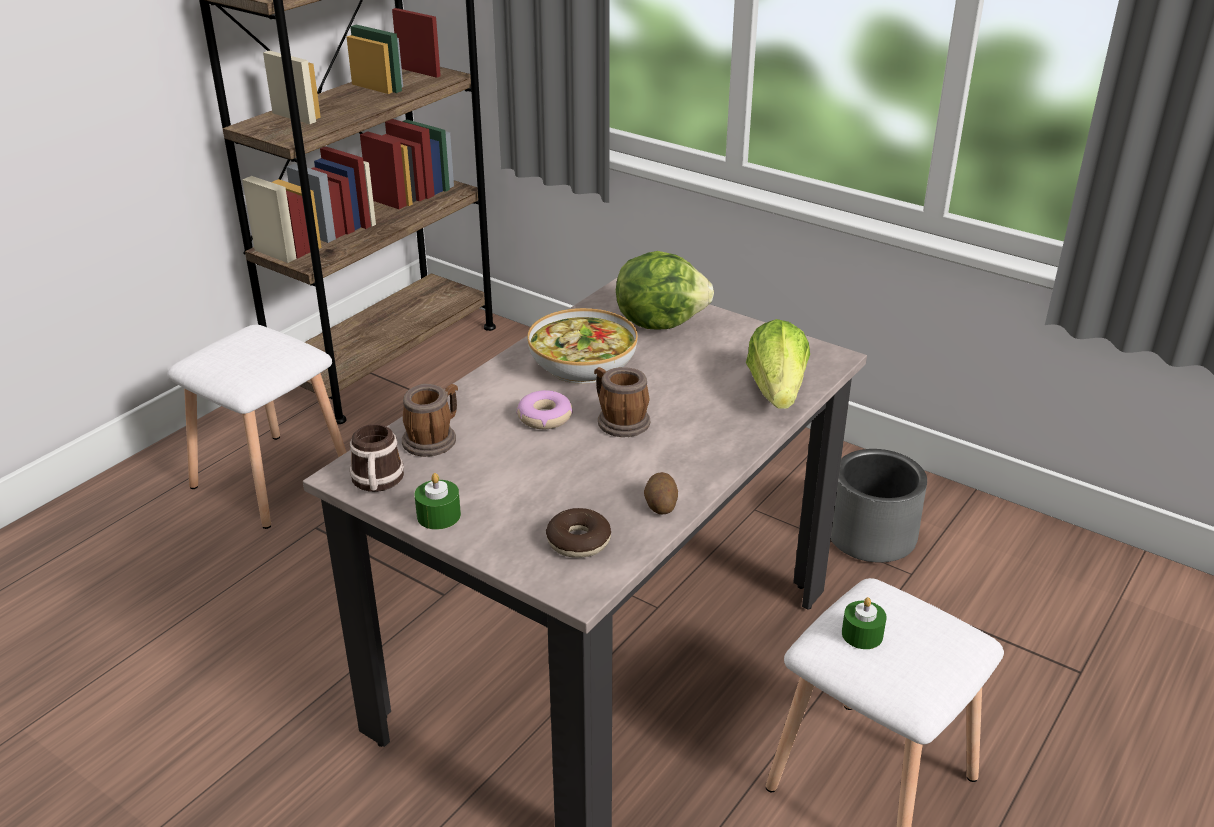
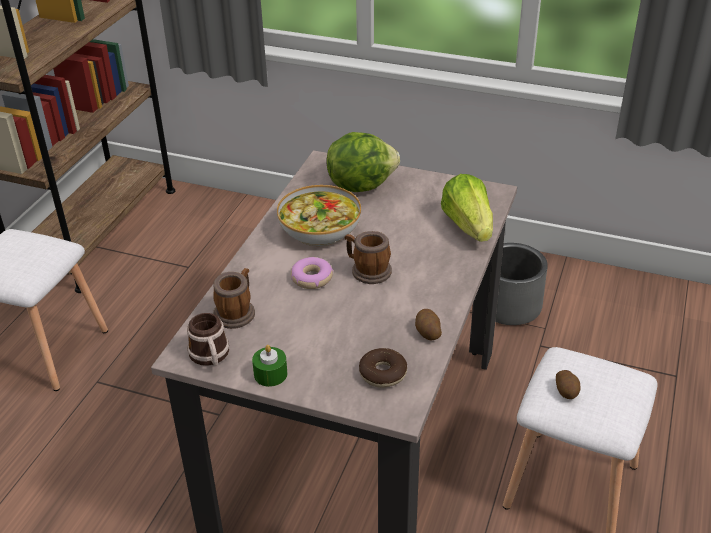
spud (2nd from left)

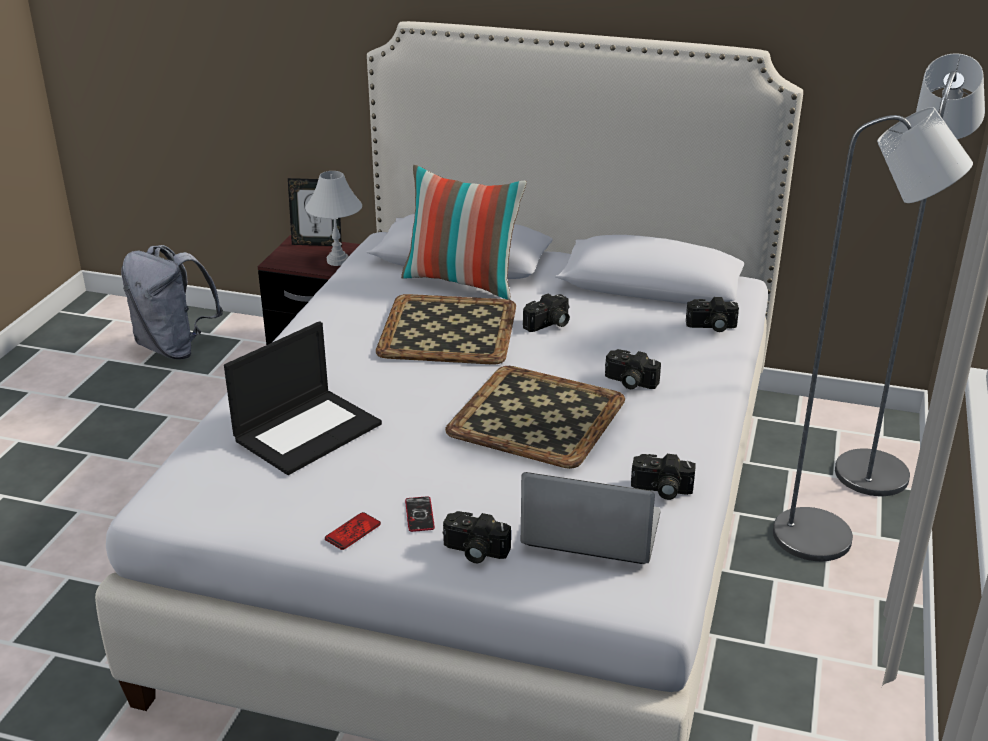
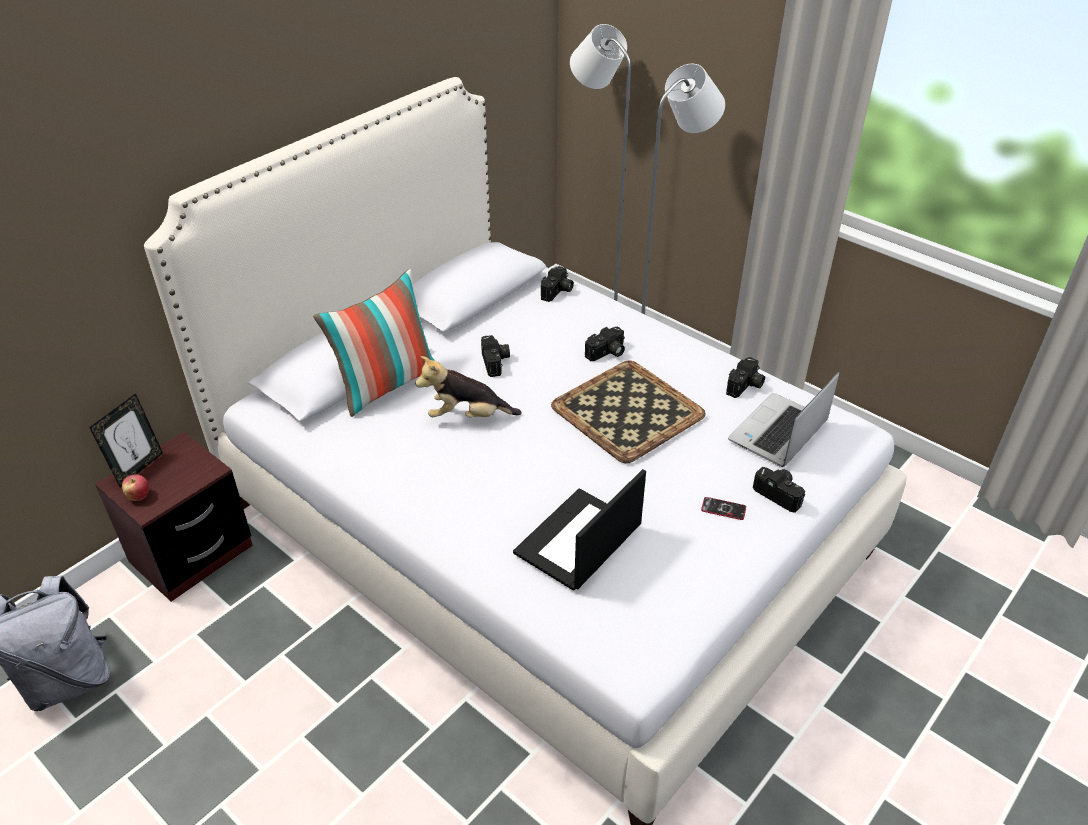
whole apple
plush toy
notebook computer (1st from left)
photo camera (5th from left)
table lamp/whitish
telephone (1st from left in the first image)

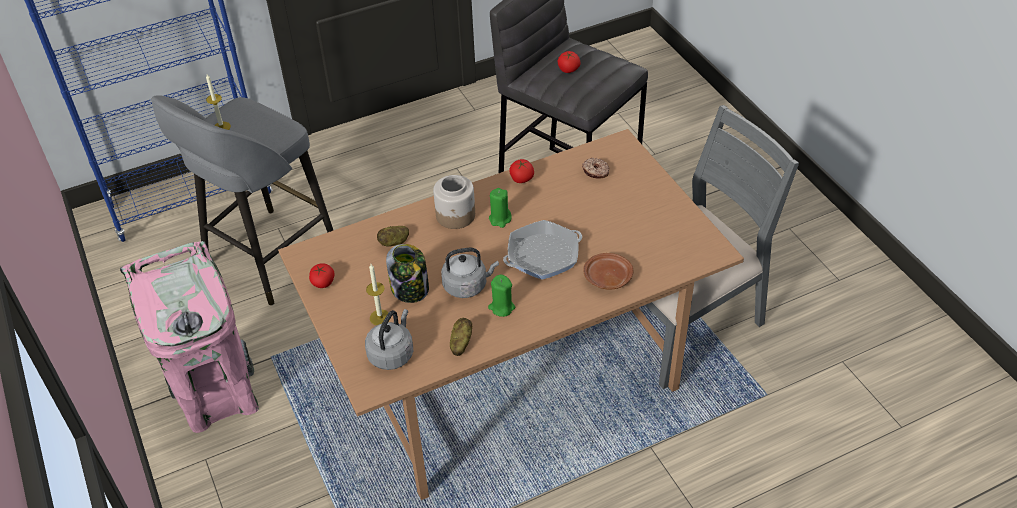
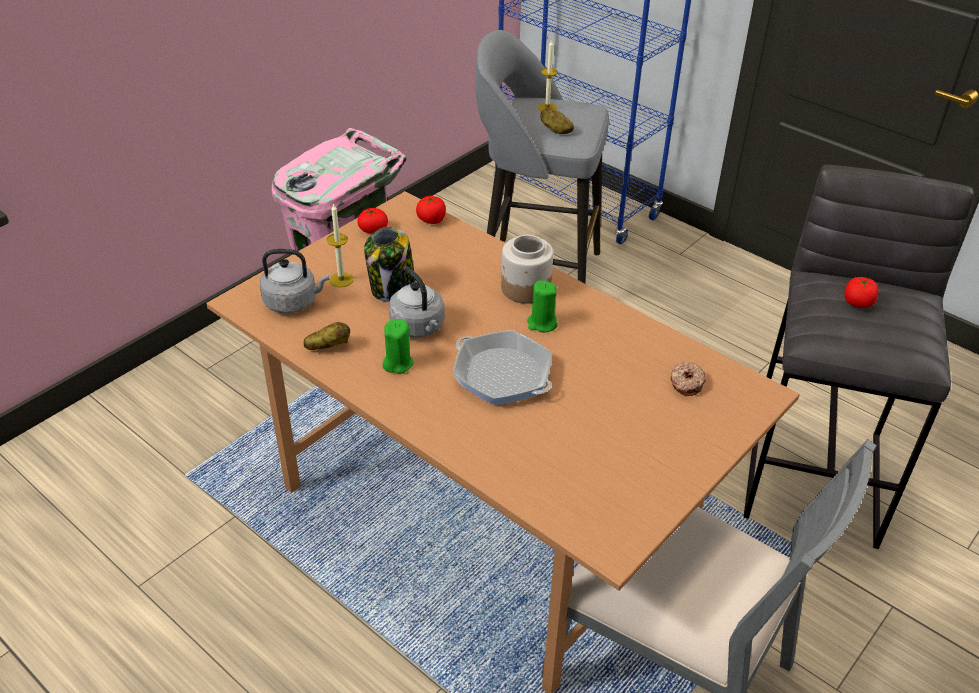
whole tomato (2nd from left)
spud (2nd from left)
plate/brownish

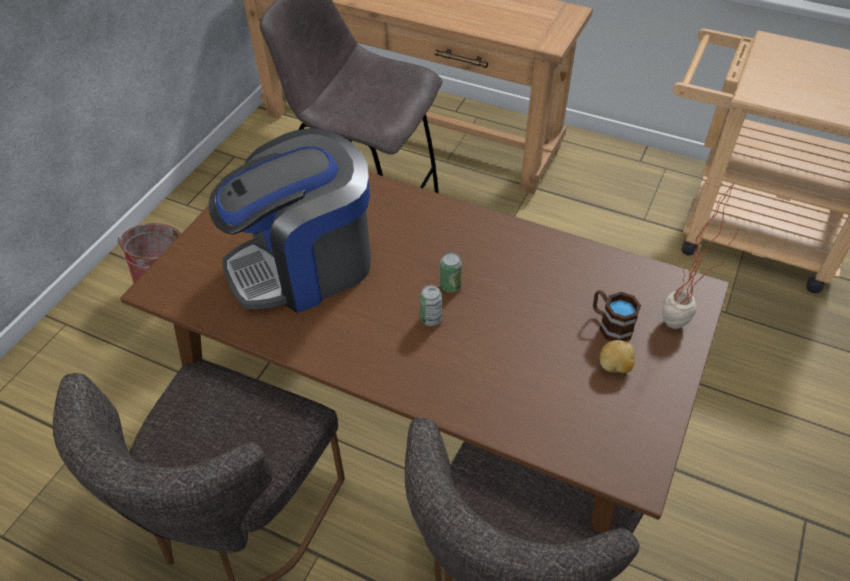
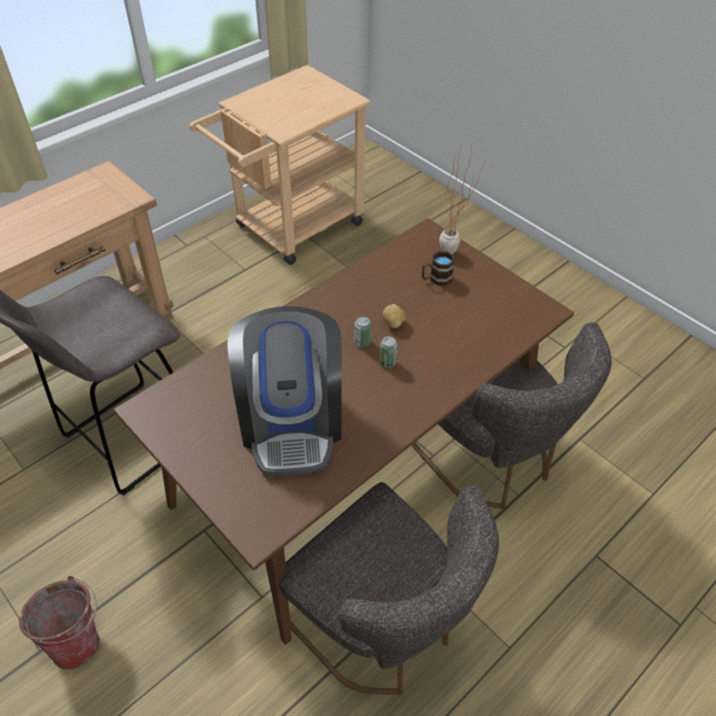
spud

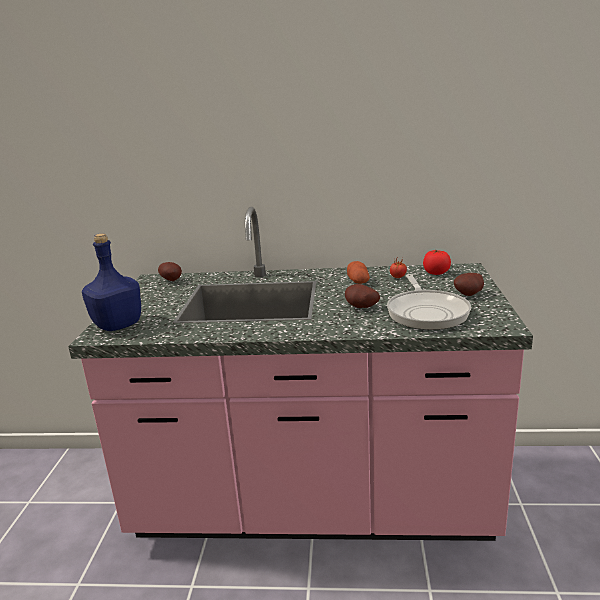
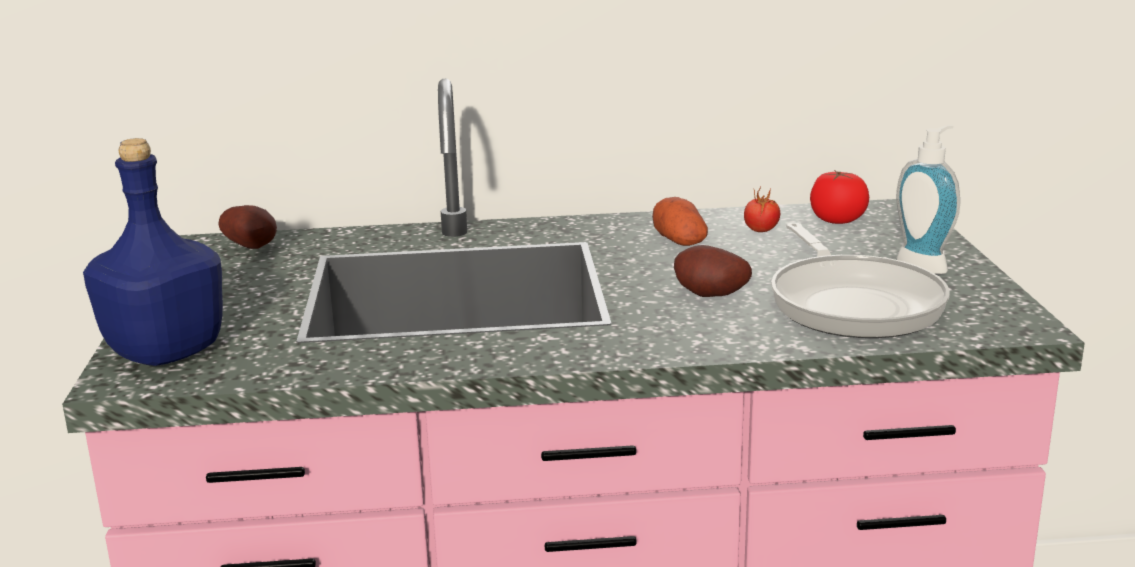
soap bottle

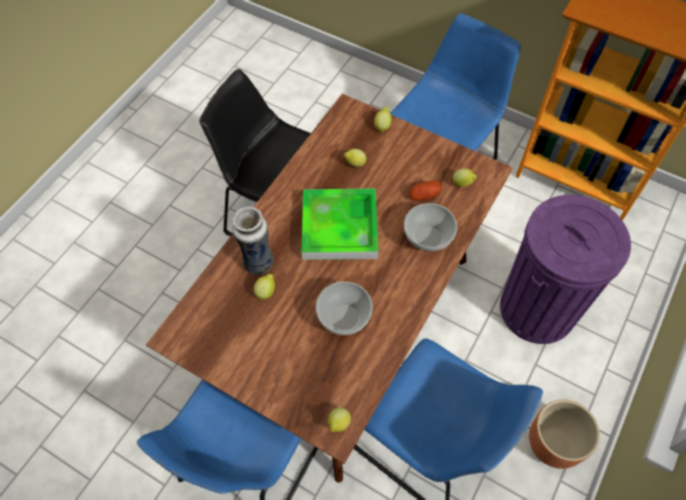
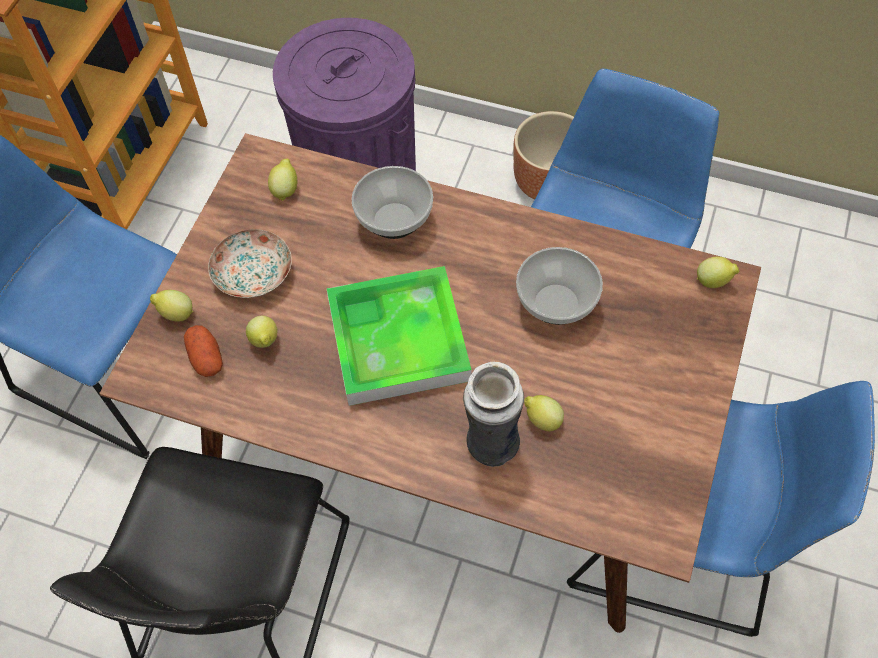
spud
plate

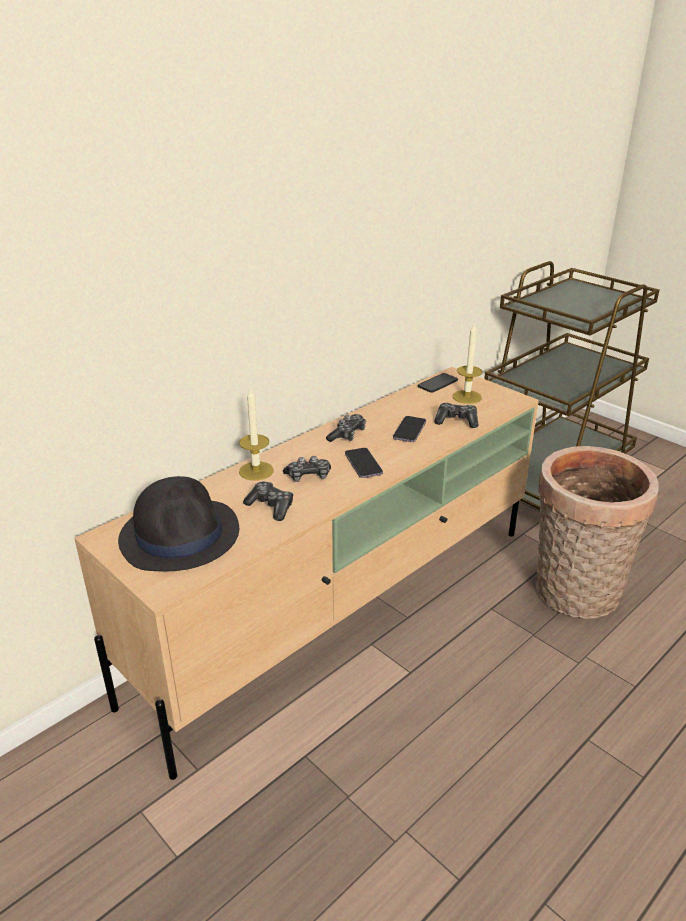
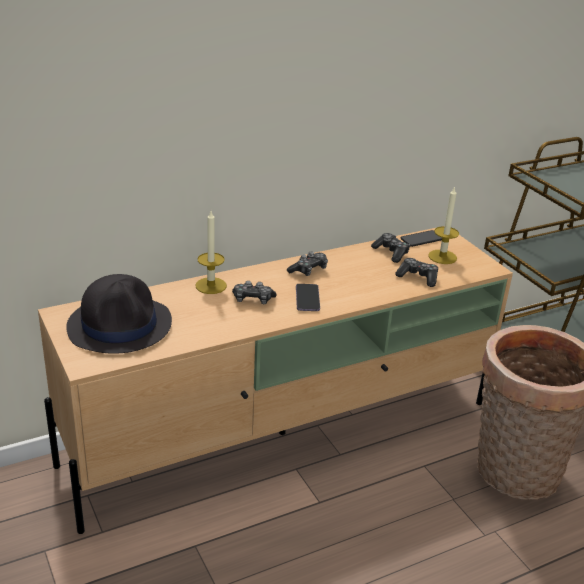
game controller (3rd from left)
telephone (2nd from left in the first image)

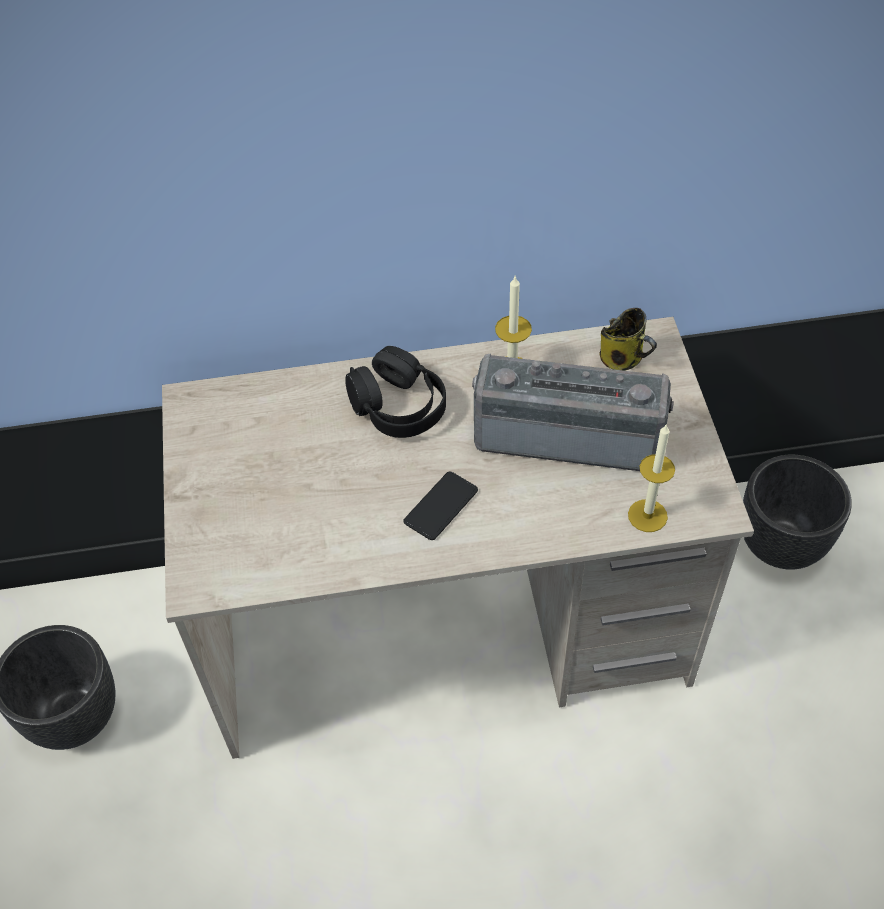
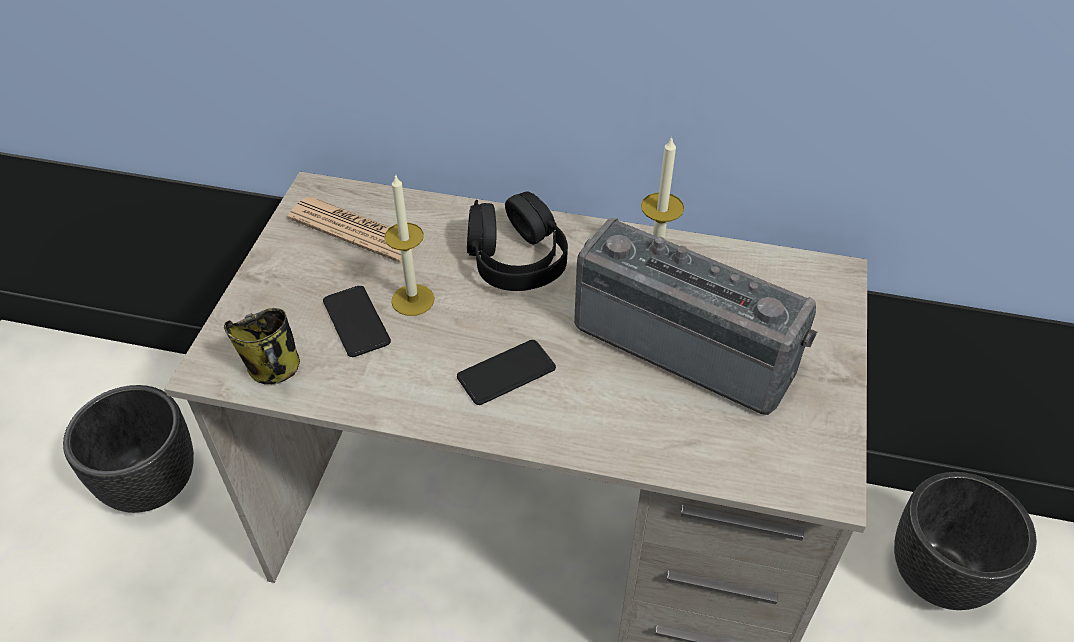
mug
printed paper
telephone (1st from left)
wax candle (1st from left)

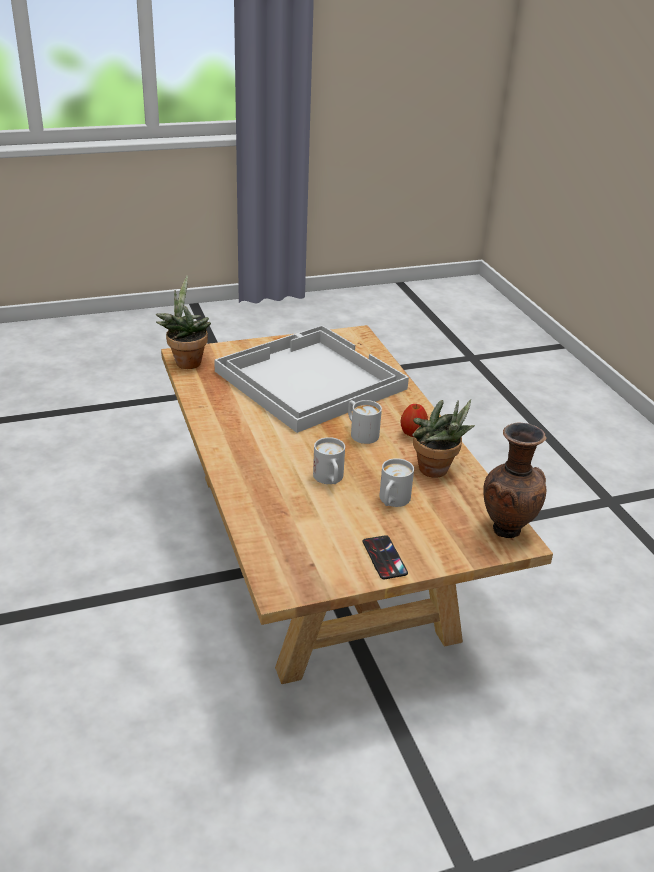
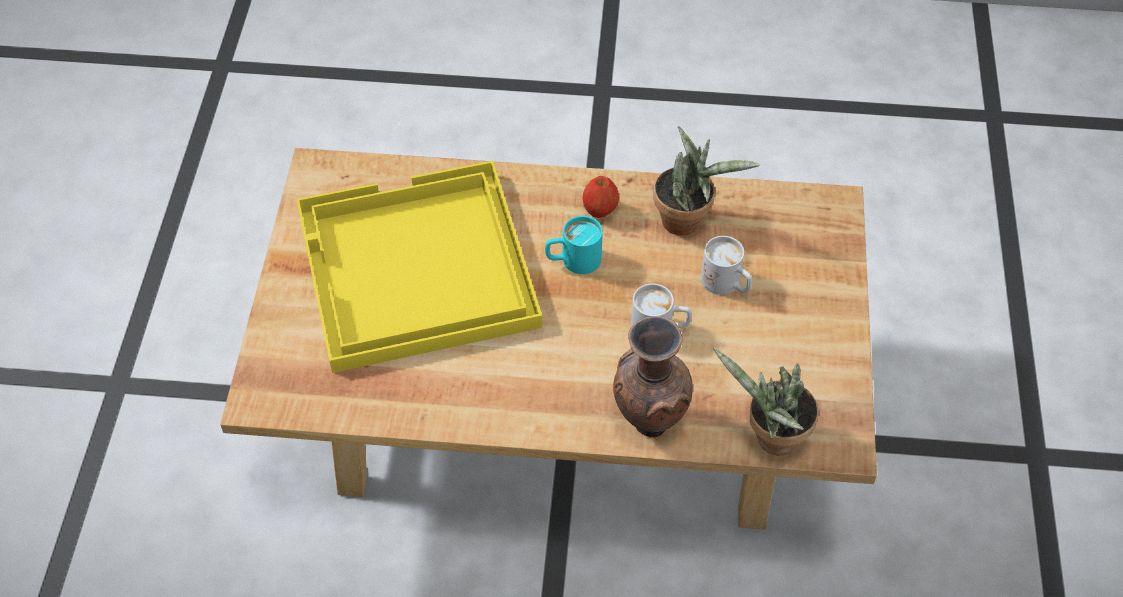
serving tray/yellow-coloured
mug/blue-green
vase/brownish
plant in a pot (2nd from left)
telephone

